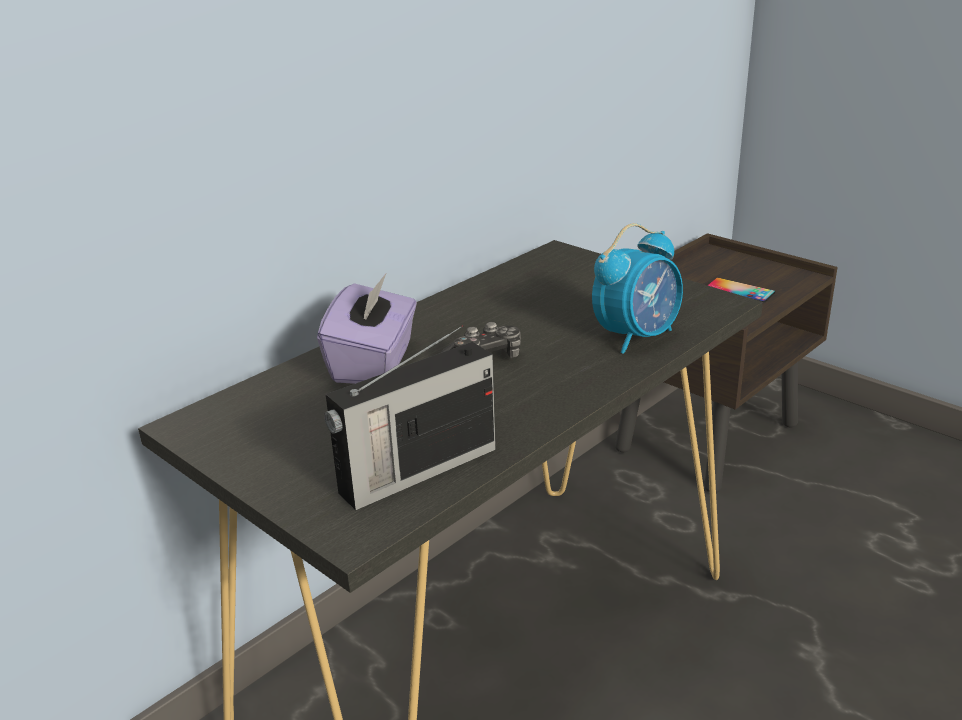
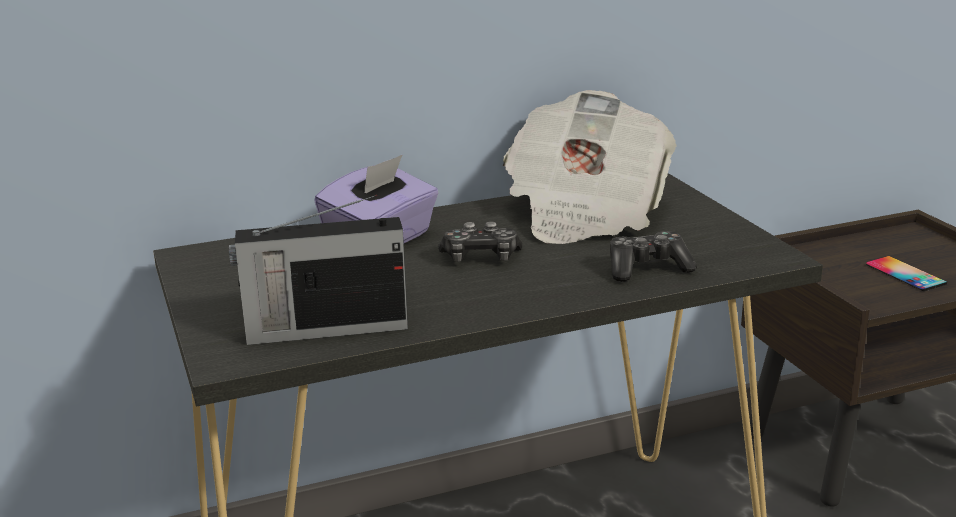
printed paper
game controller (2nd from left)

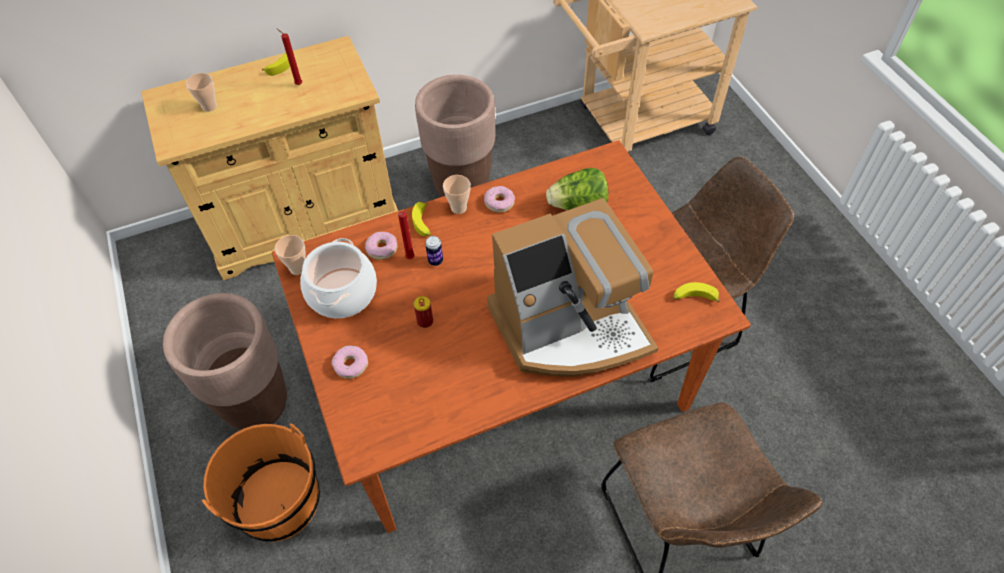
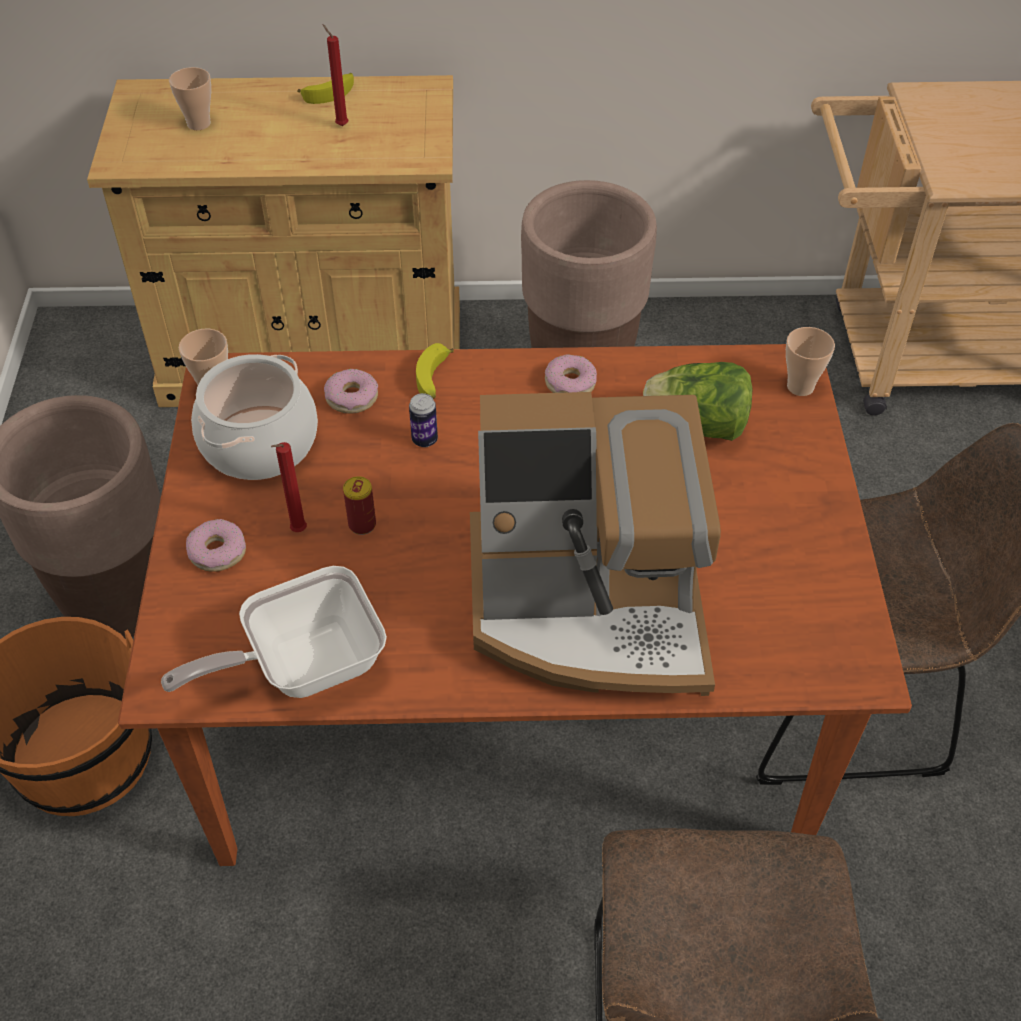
skillet
wax candle/reddish (1st from left)
drinking cup (3rd from left)
banana fruit (3rd from left in the first image)

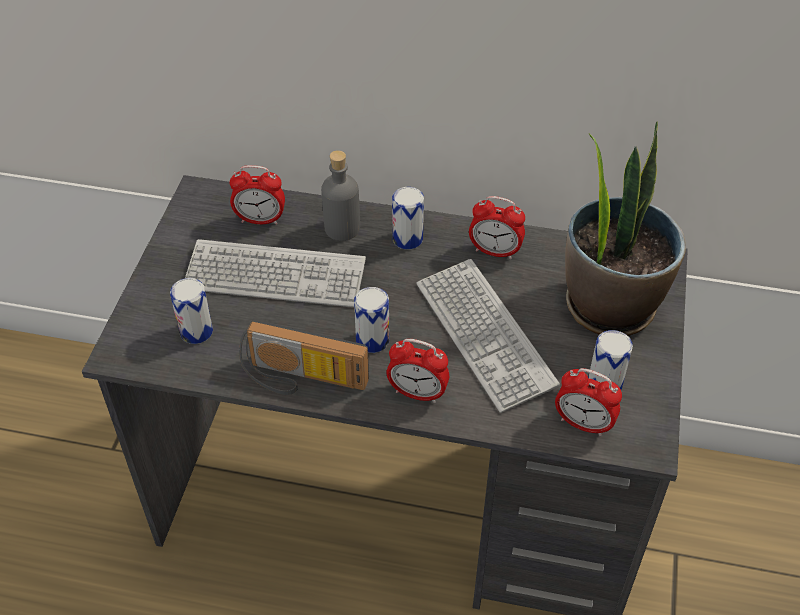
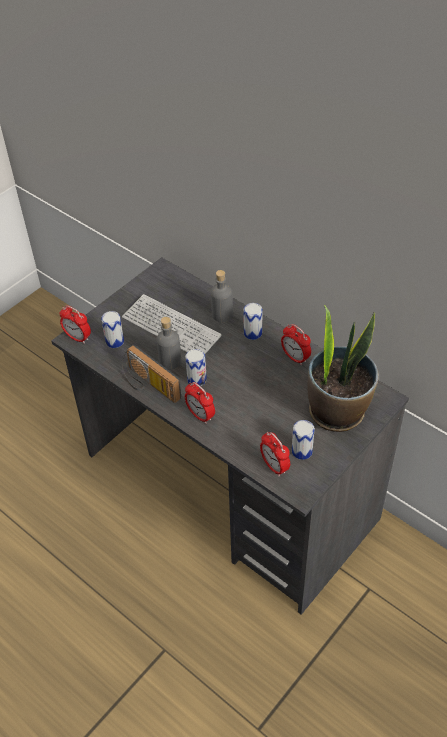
alarm clock (1st from left)
drink bottle/grey (1st from left)
keyboard (2nd from left in the first image)

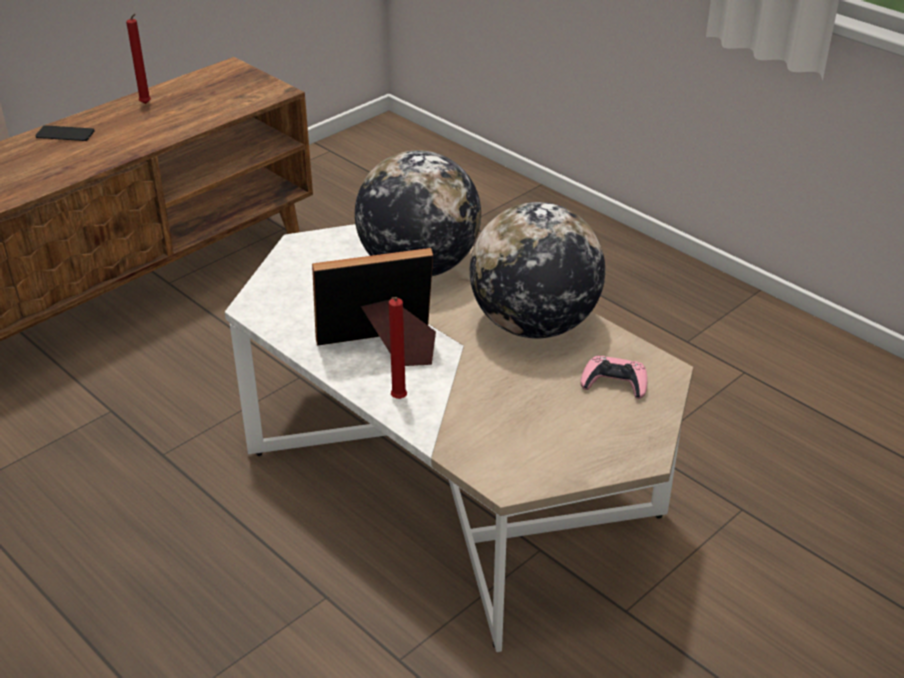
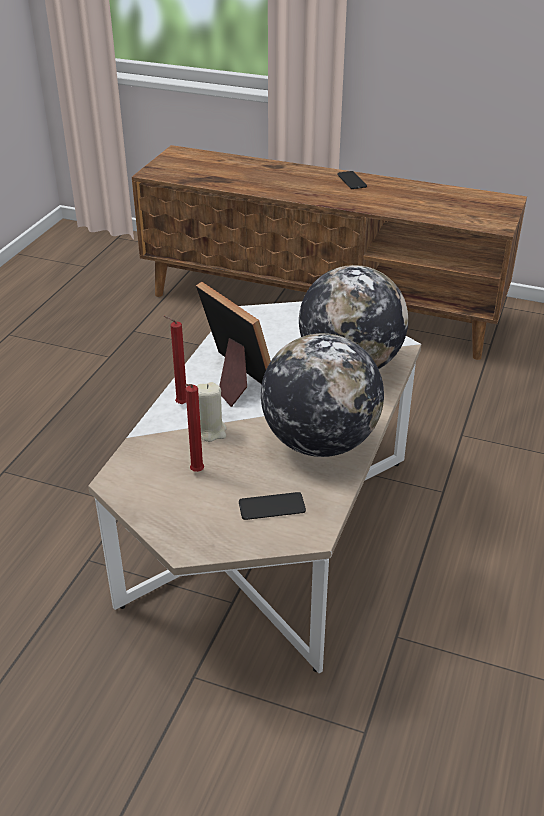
wax candle/reddish (2nd from left)
wax candle/beige-coloured
telephone (1st from left)

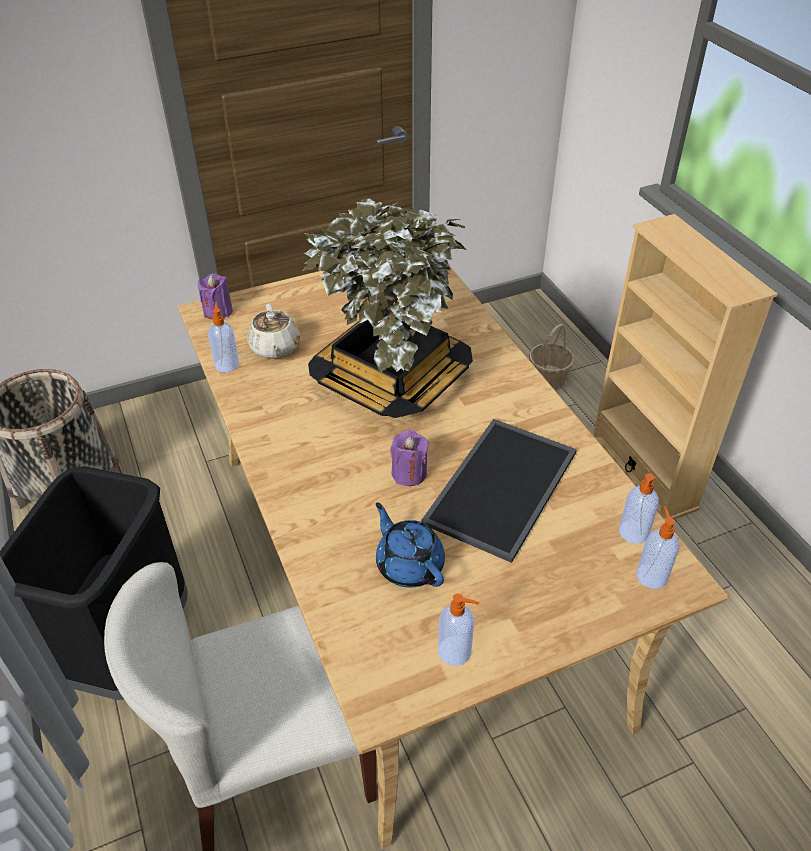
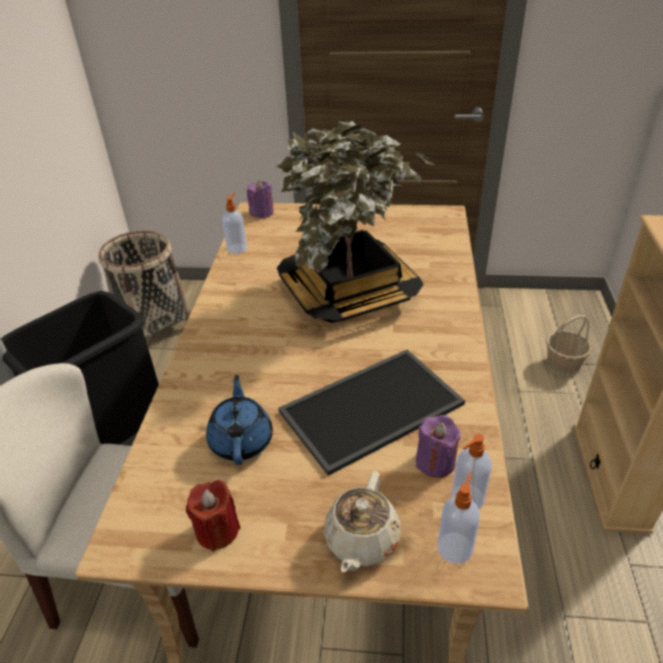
wax candle/reddish
teapot/beige-coloured
wax candle/purplish (2nd from left)

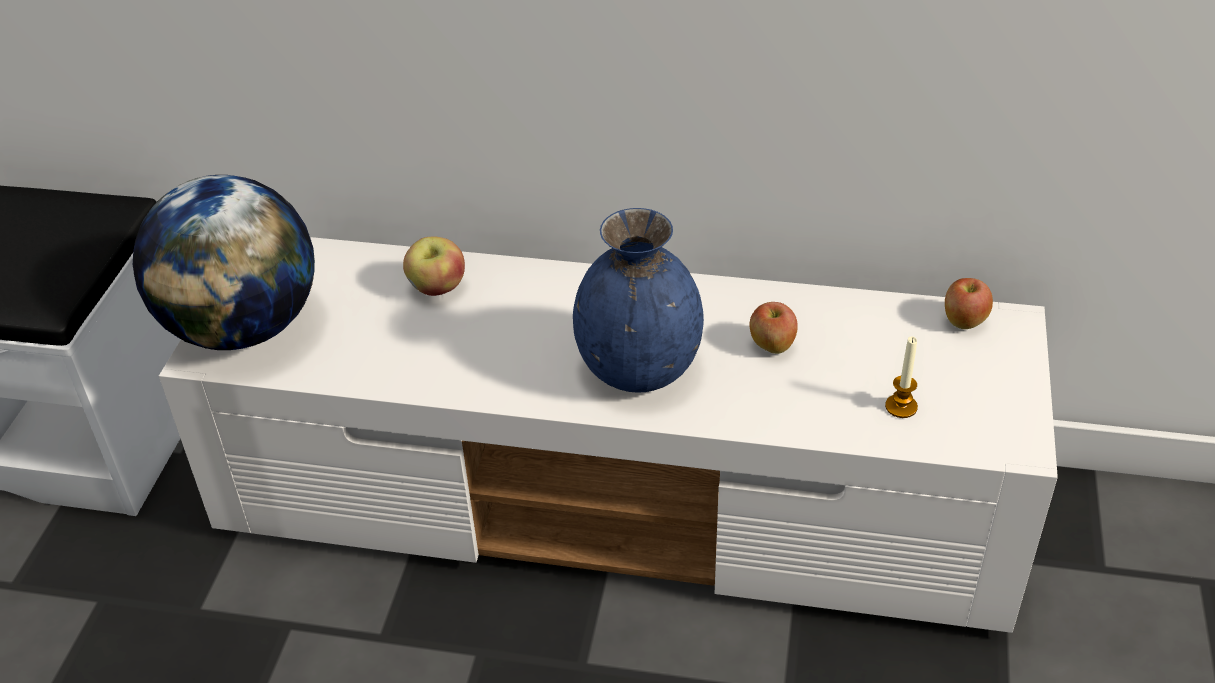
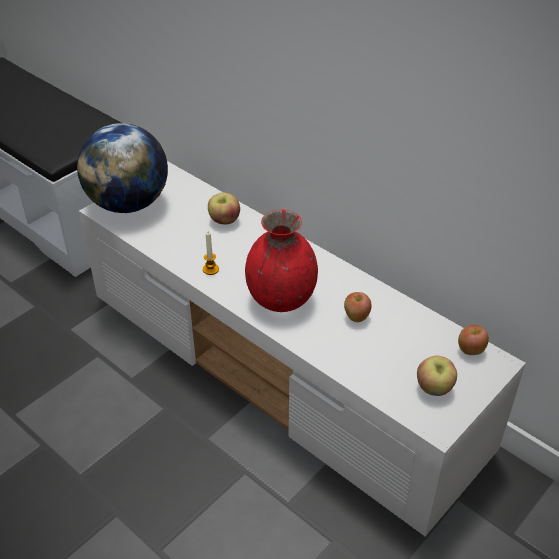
wax candle
vase/reddish
whole apple (3rd from left)

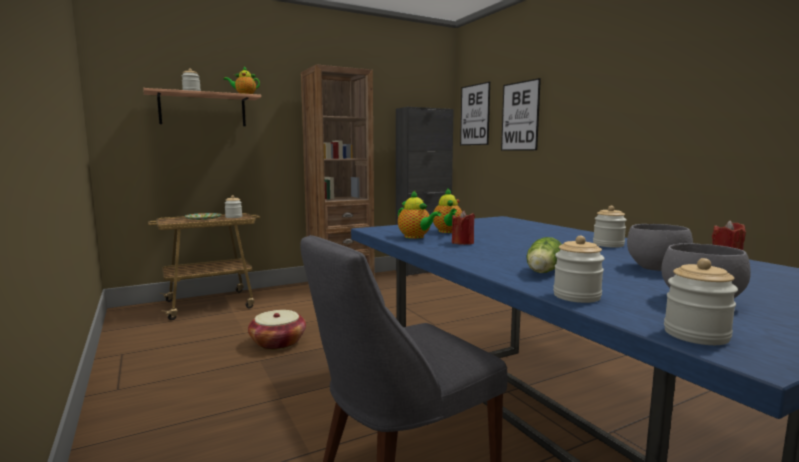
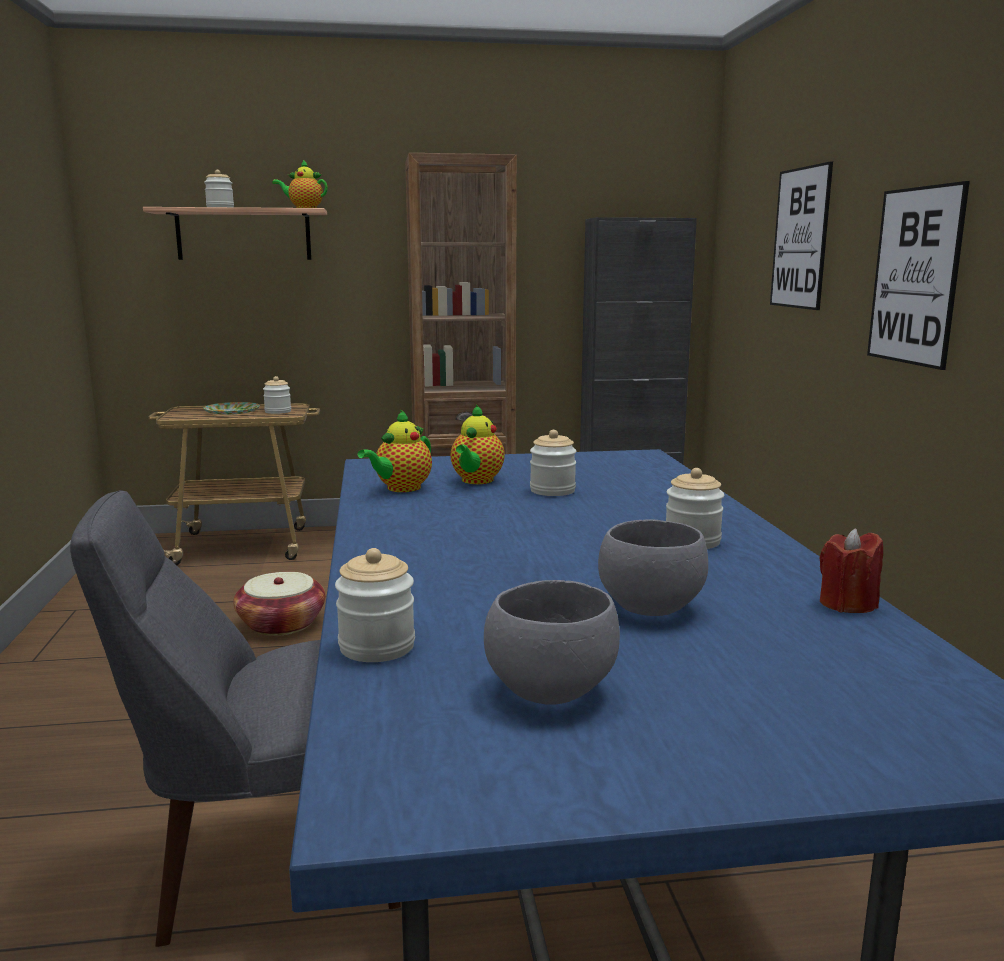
teapot (2nd from left)
storage jar (4th from left)
picture (2nd from left)
wax candle/reddish (1st from left in the first image)
lettuce head

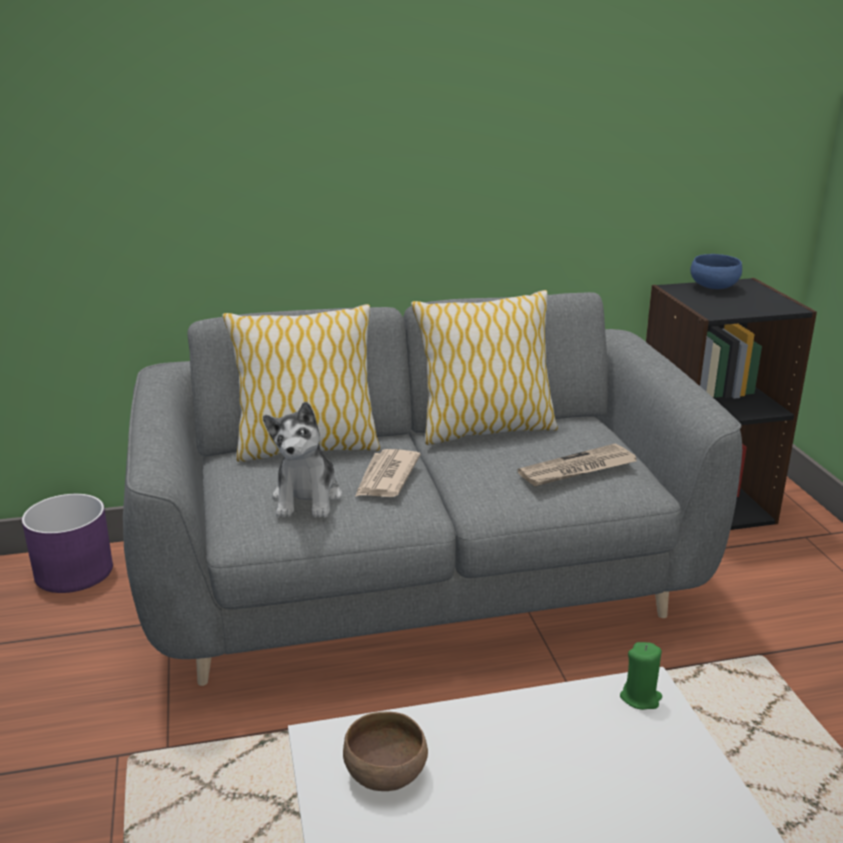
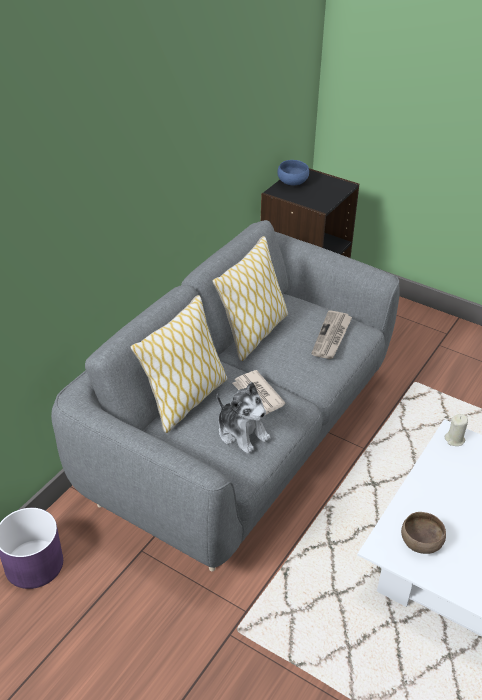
wax candle/beige-coloured

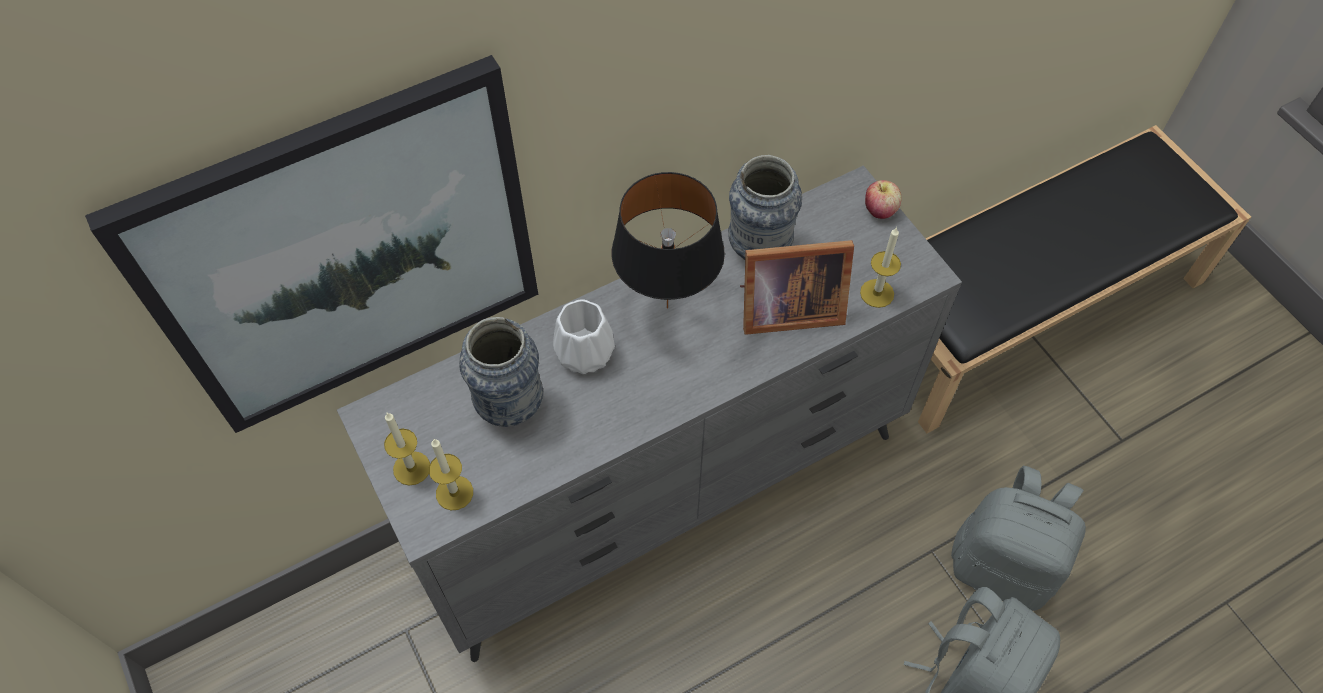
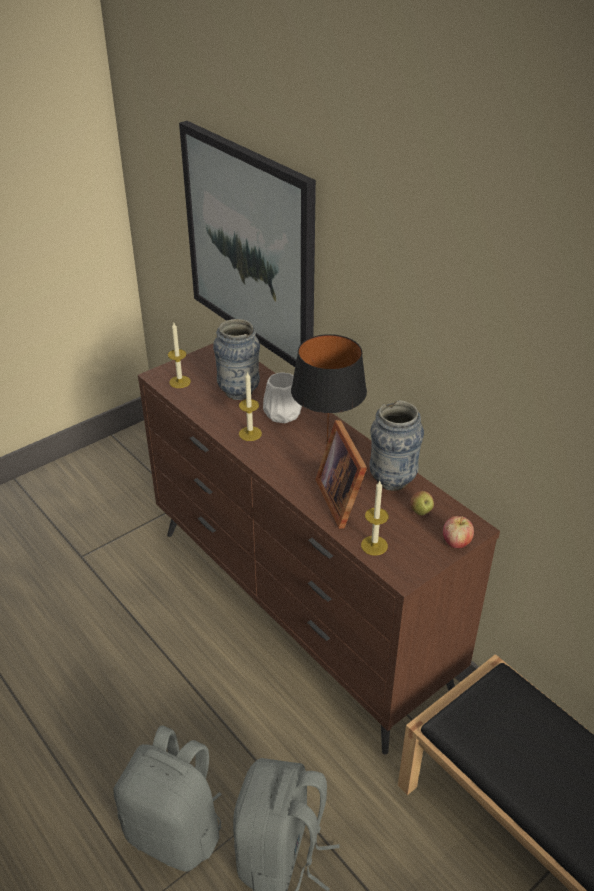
drawer chest/brownish
wax candle (2nd from left)
whole apple (1st from left)

